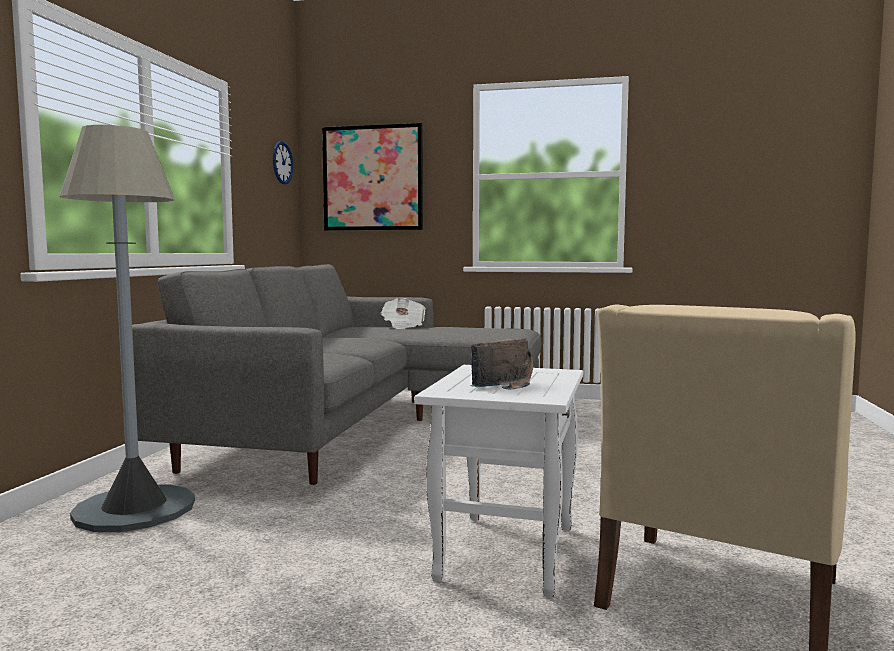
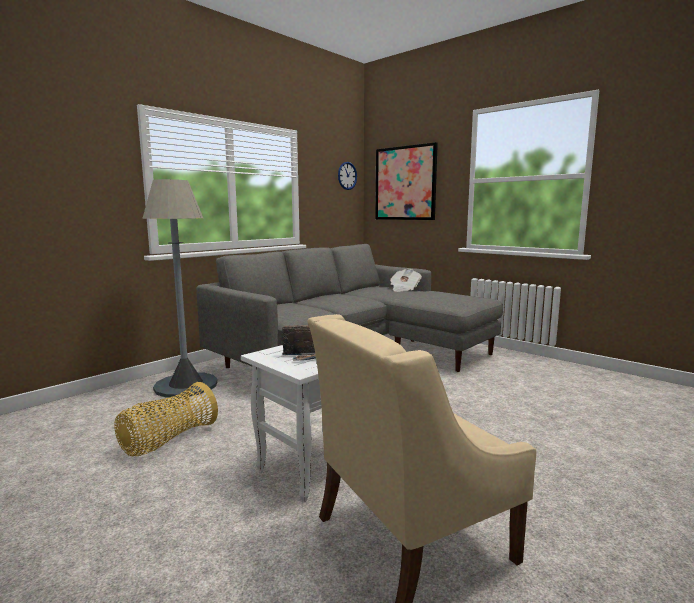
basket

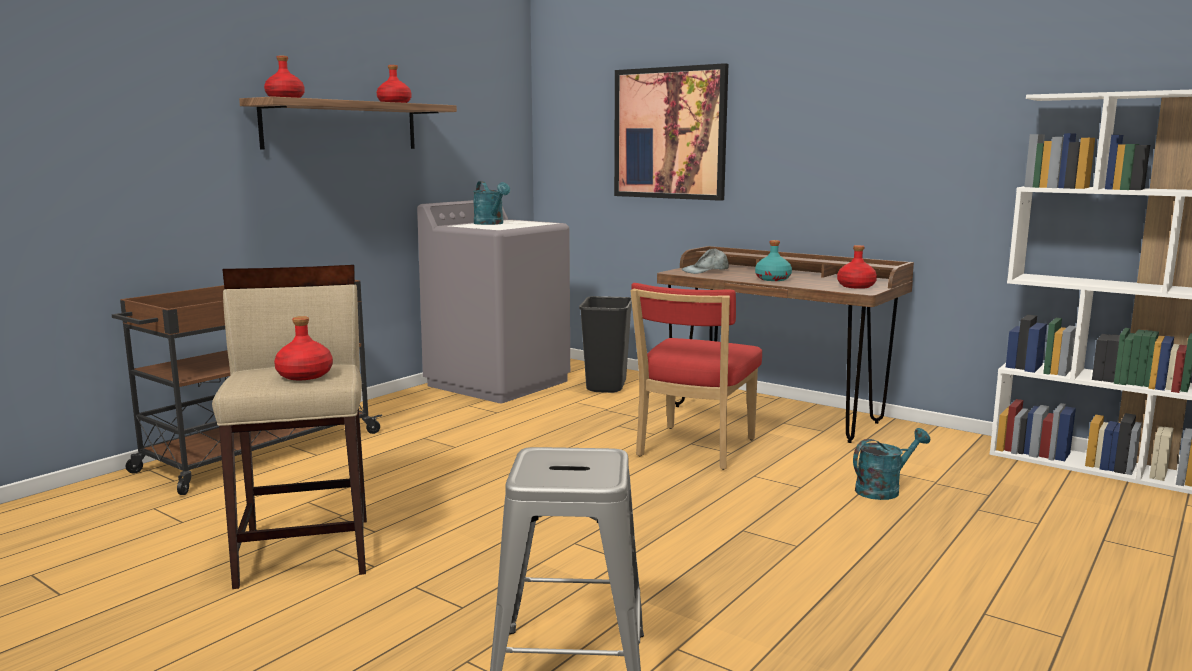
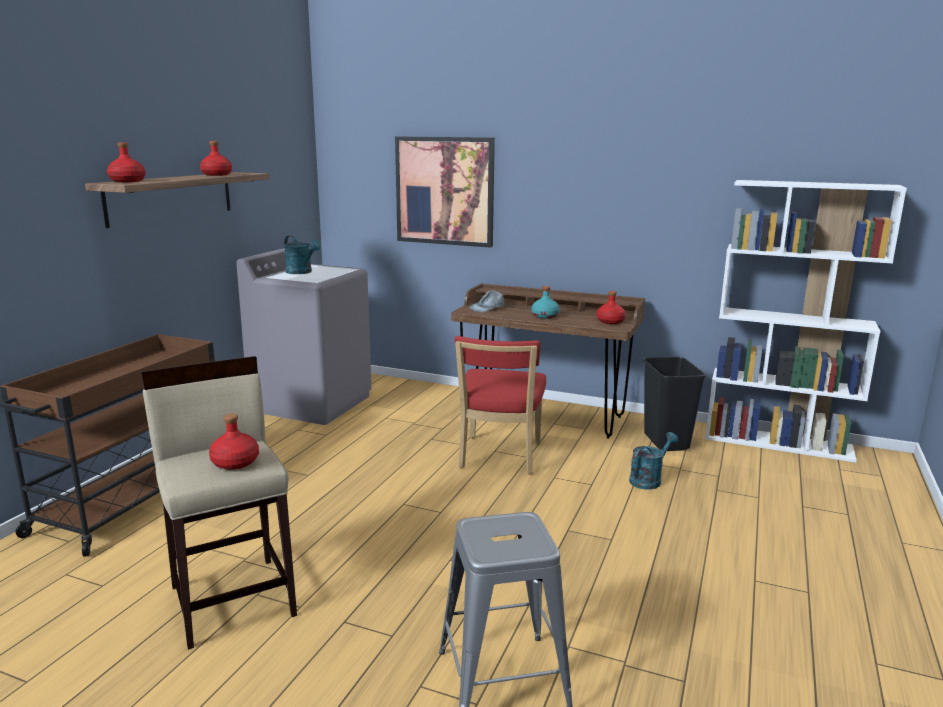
rubbish bin (black)

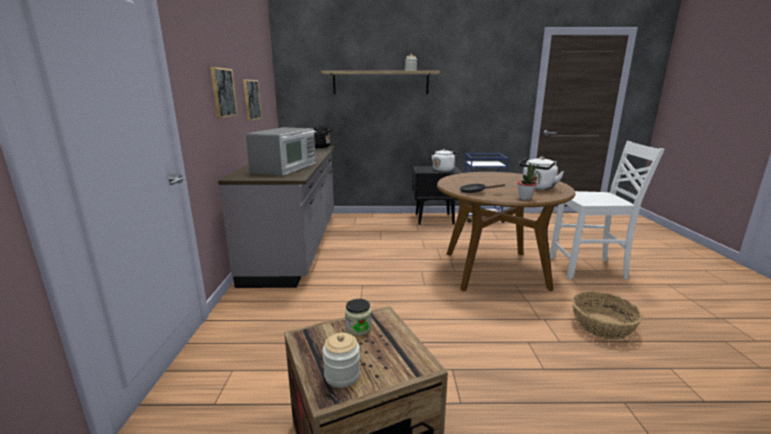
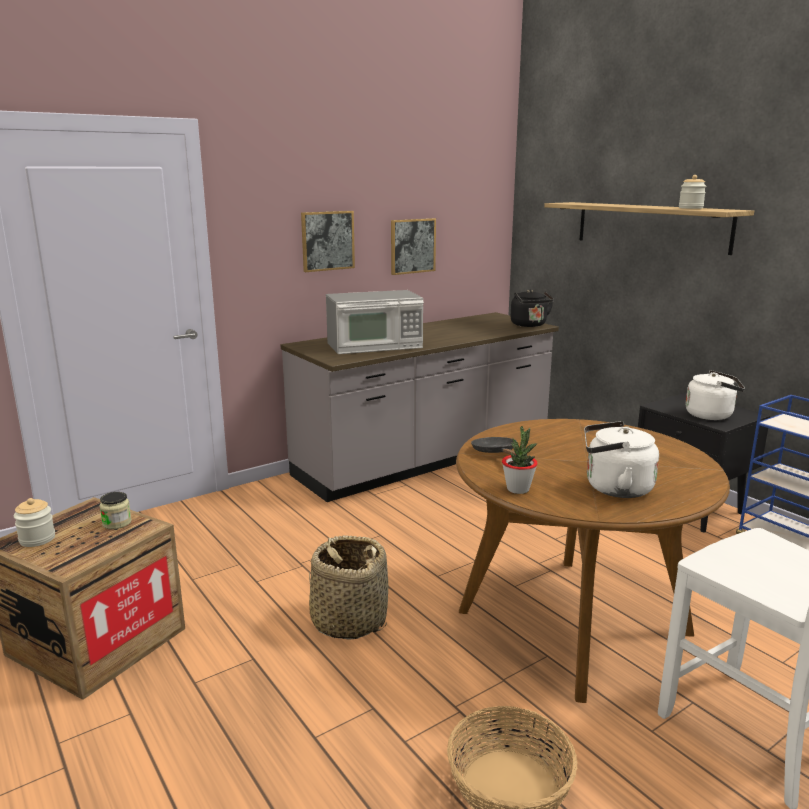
basket (1st from left)

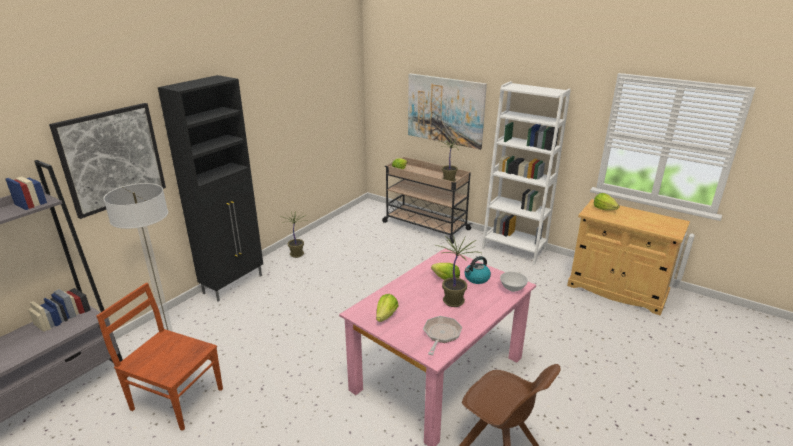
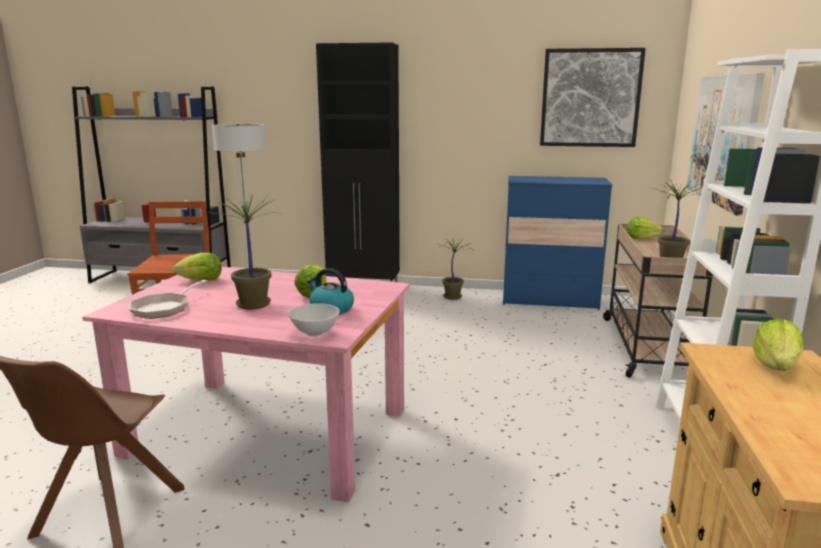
wall picture (1st from left)
pan
chest of drawers (blue-coloured)

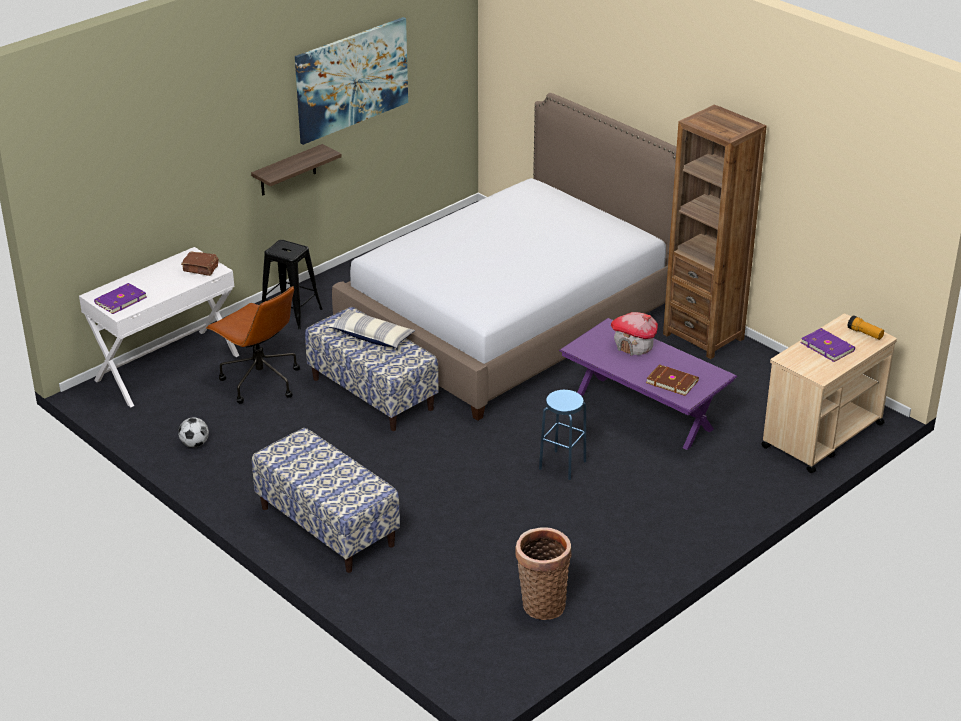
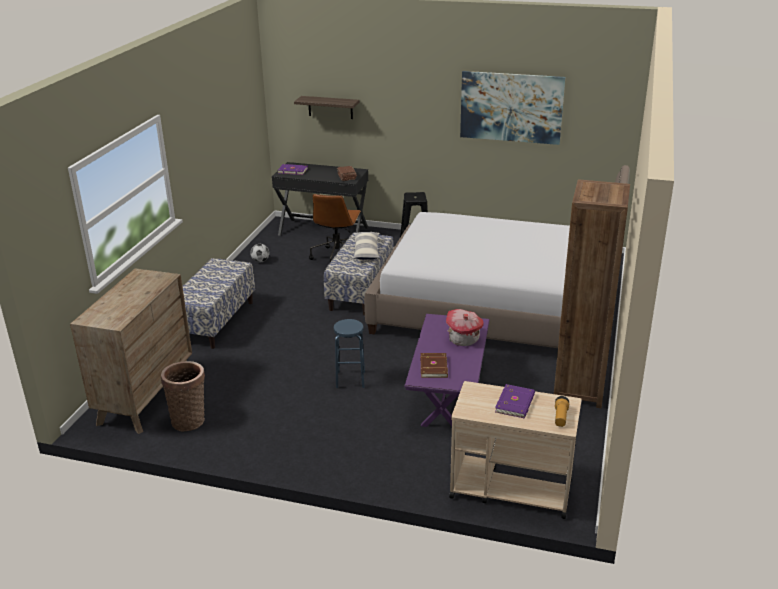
wall shelf
desk (black)
chest of drawers (brown)

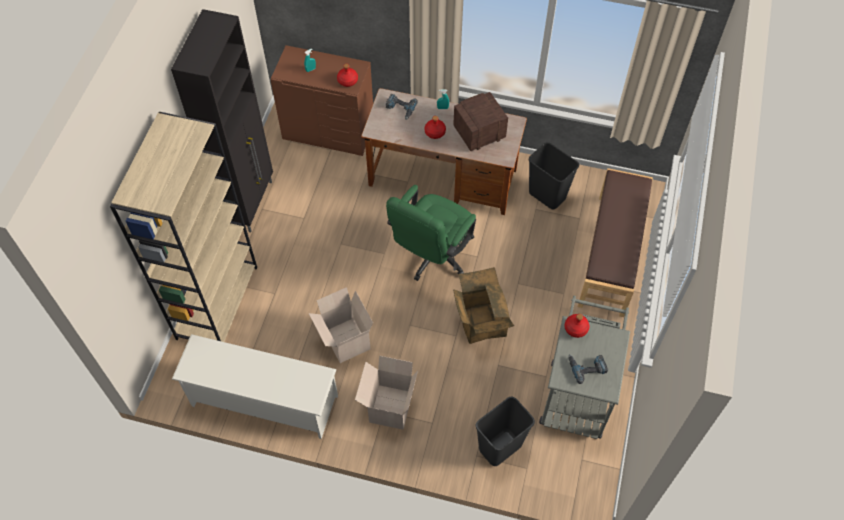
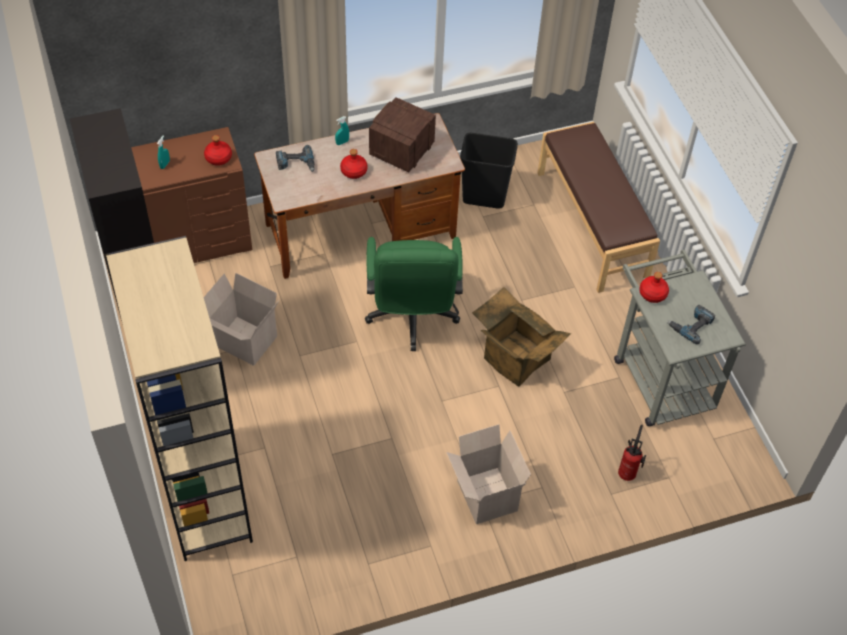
packing box (1st from left)
shoe shelf (white)
fire extinguisher

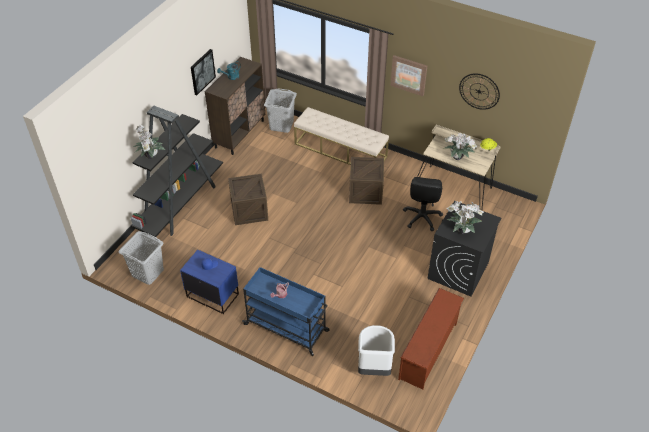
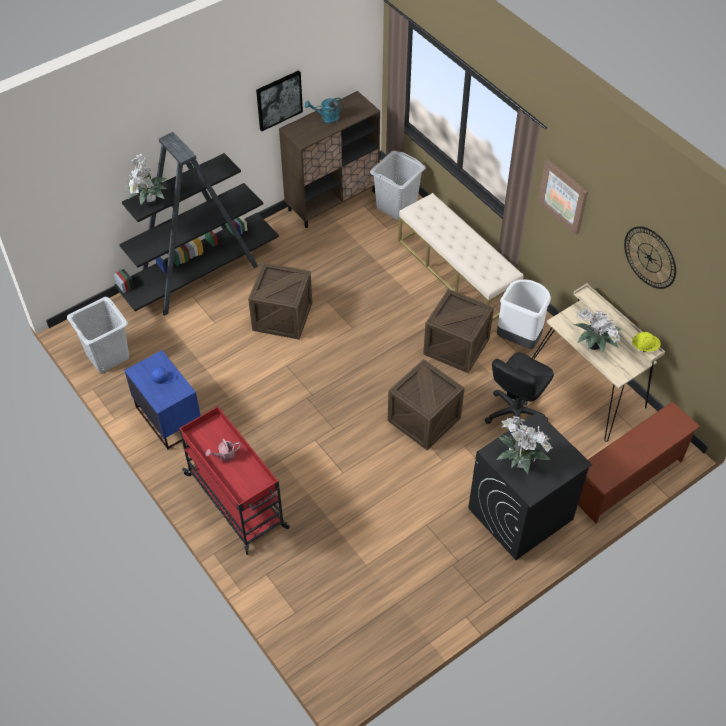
cart (red)
shoe shelf (brown)
rubbish bin (white)
packing crate (2nd from left)

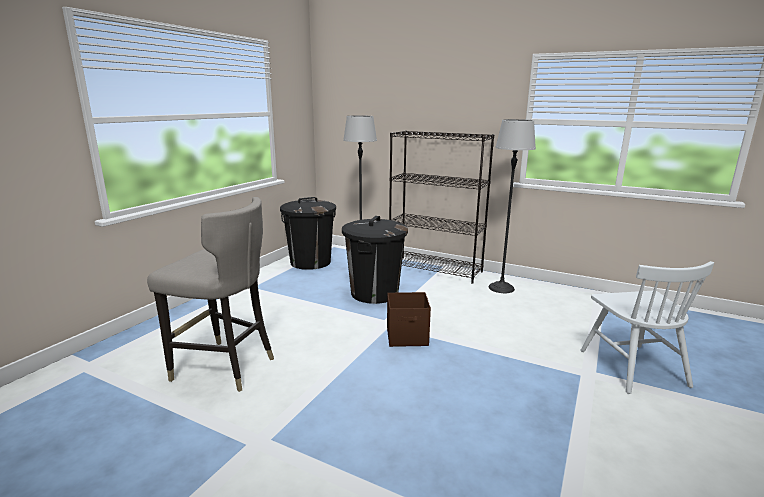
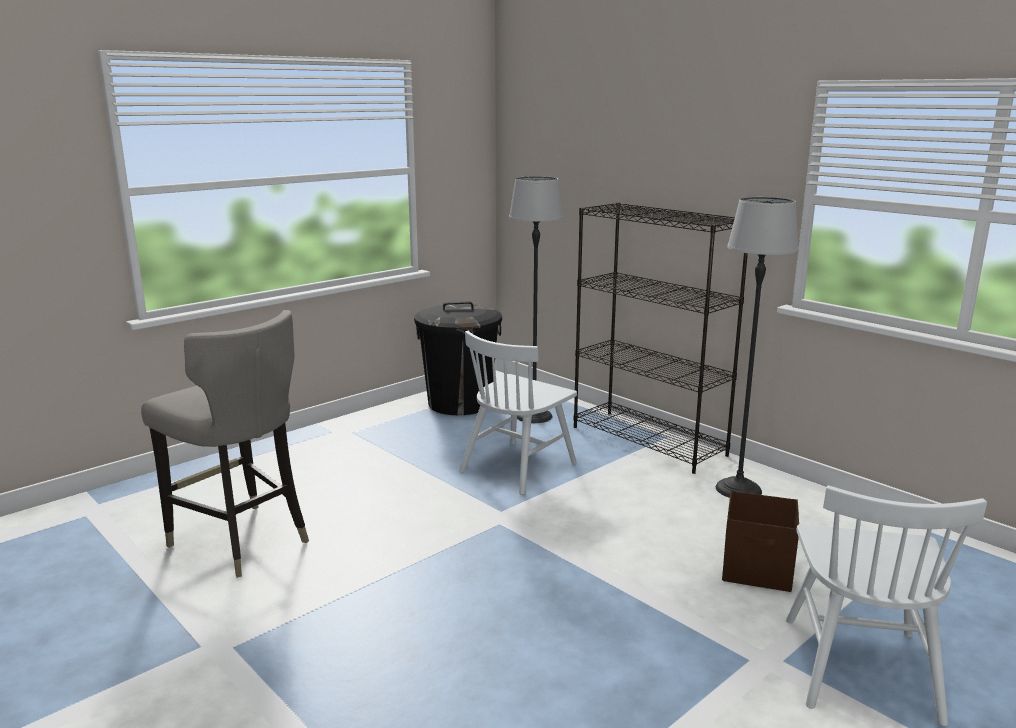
plain chair (white) (1st from left)
storage container (brown)

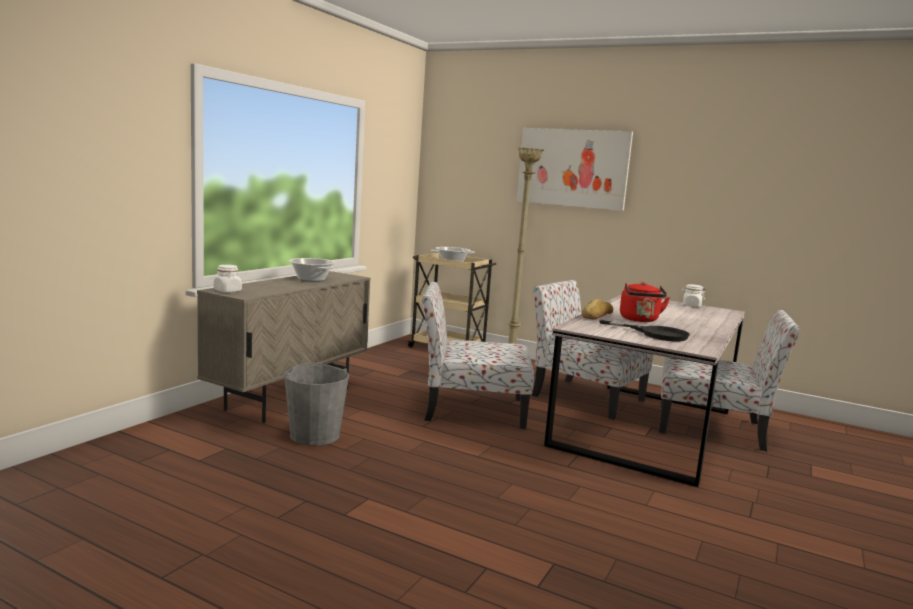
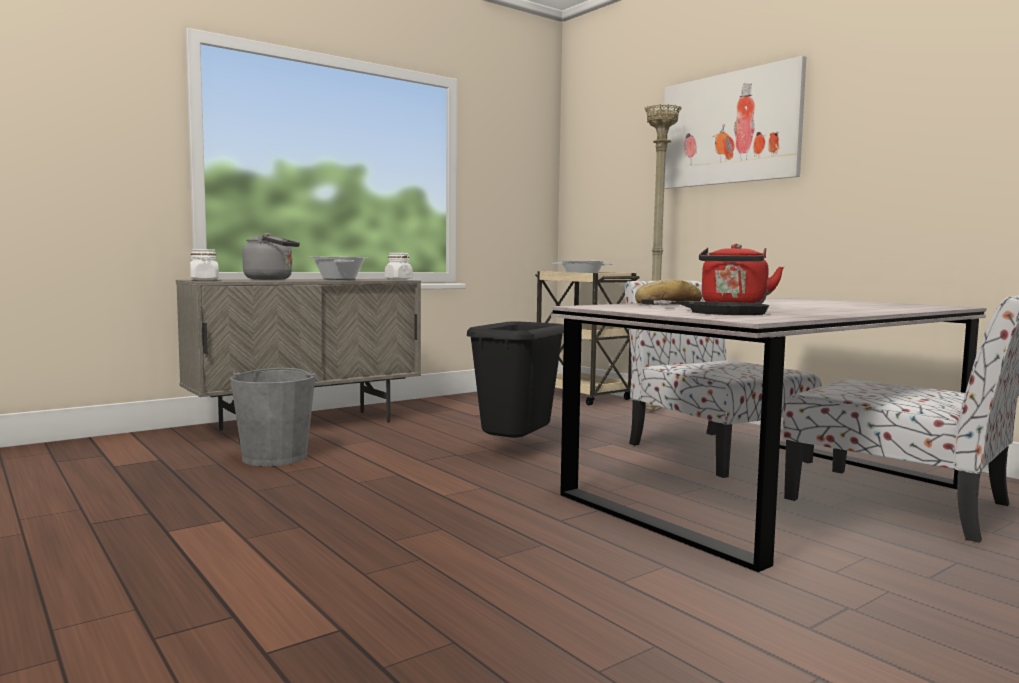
rubbish bin (black)
preserve jar (white) (2nd from left)
tea kettle (gray)

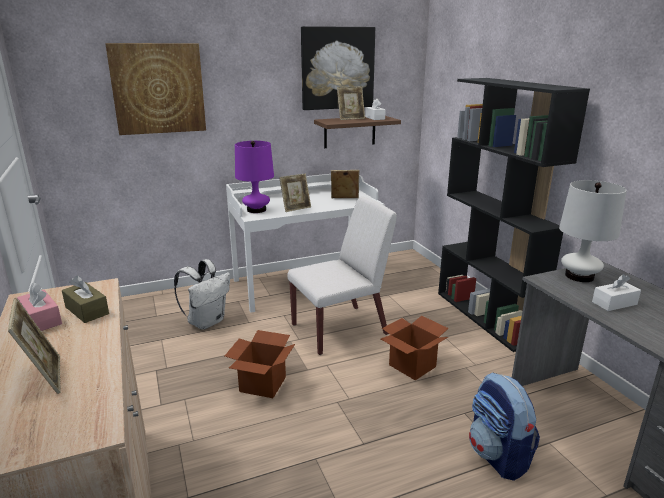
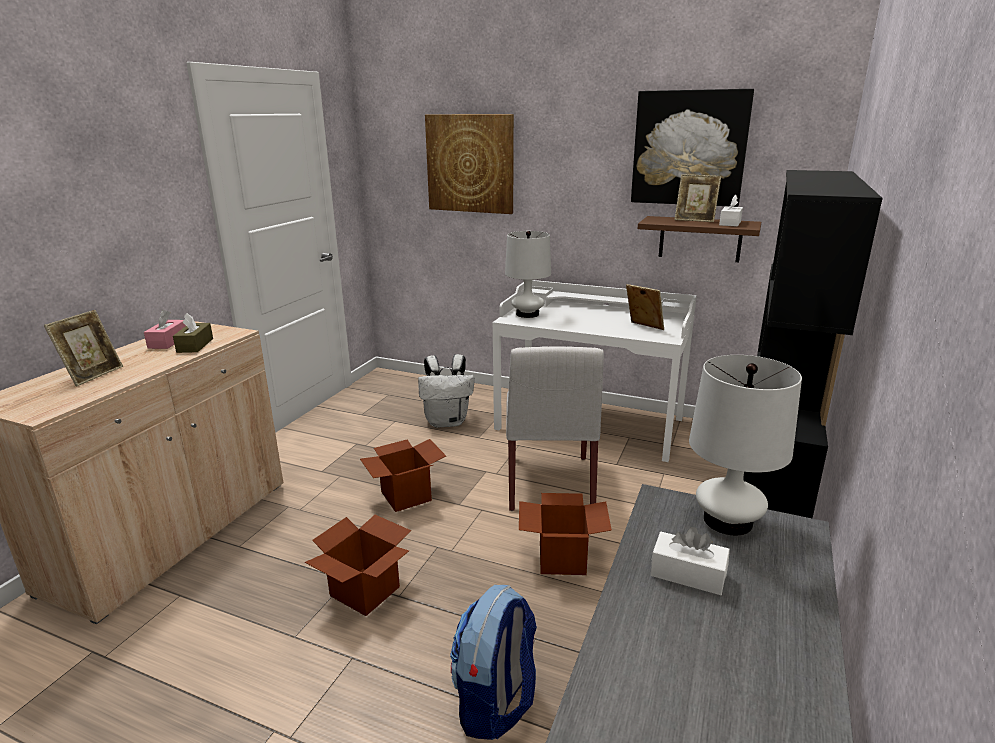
table lamp (white) (1st from left)
photo frame (2nd from left in the first image)
plain chair (white)
packing box (1st from left)

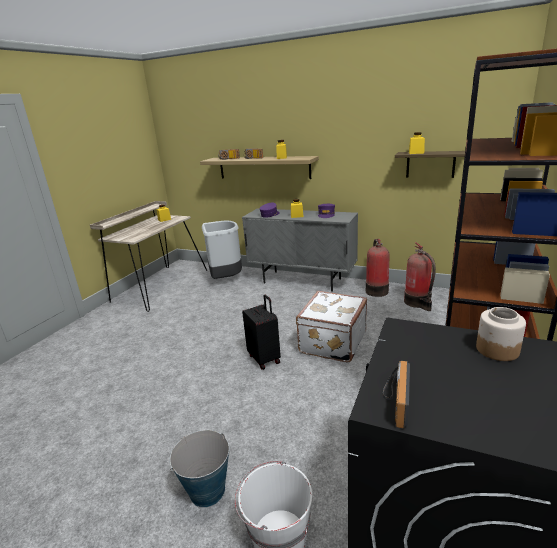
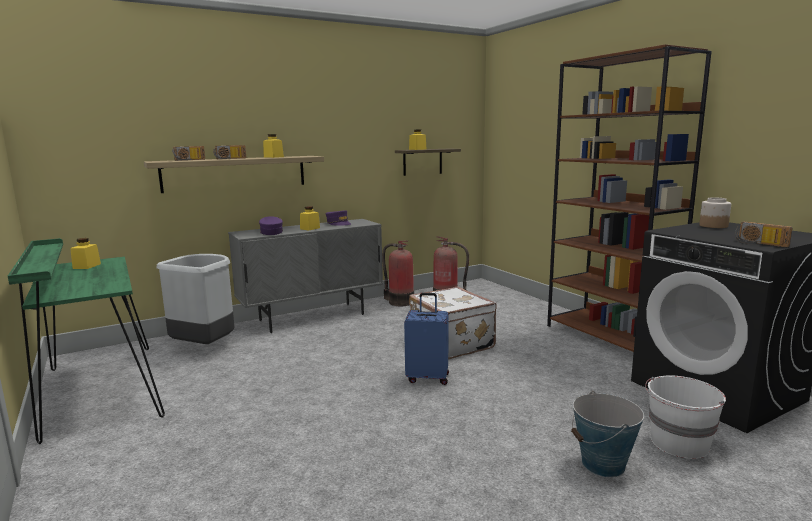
desk (green)
travel case (blue-coloured)

